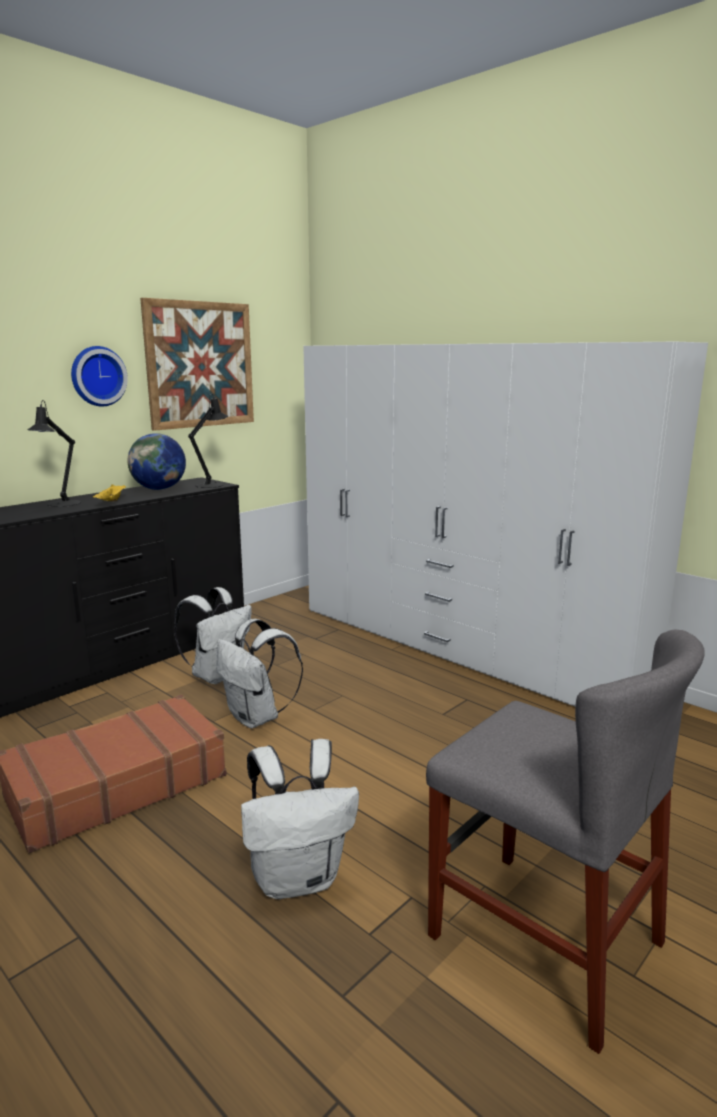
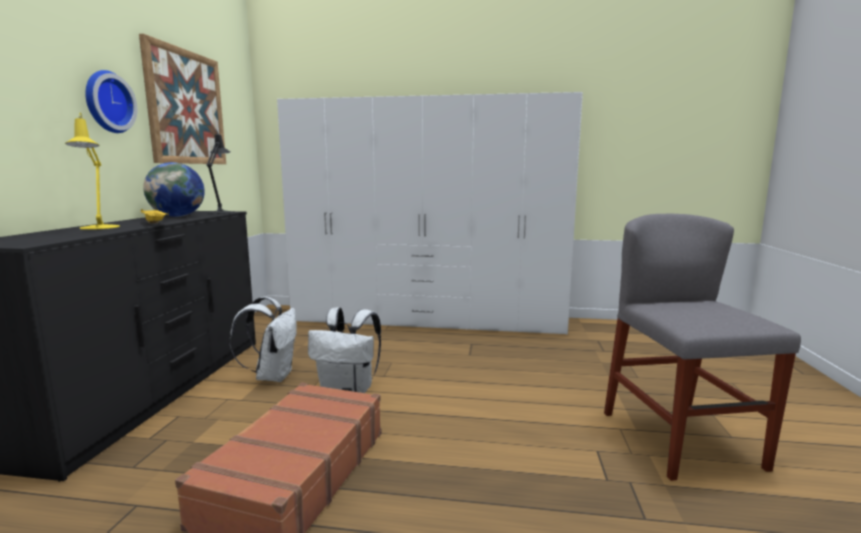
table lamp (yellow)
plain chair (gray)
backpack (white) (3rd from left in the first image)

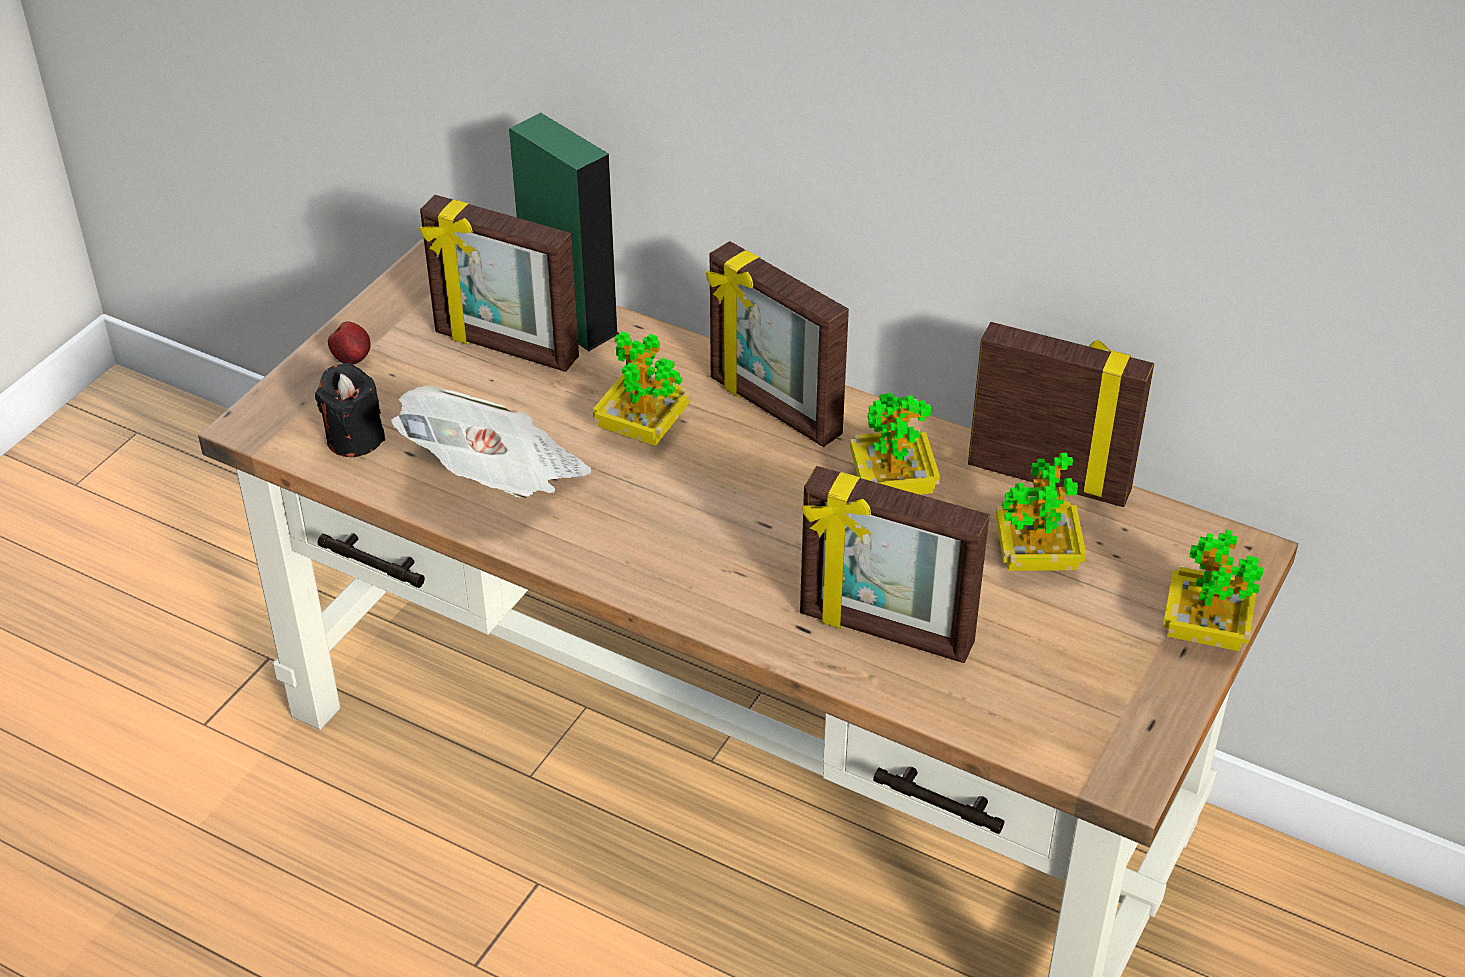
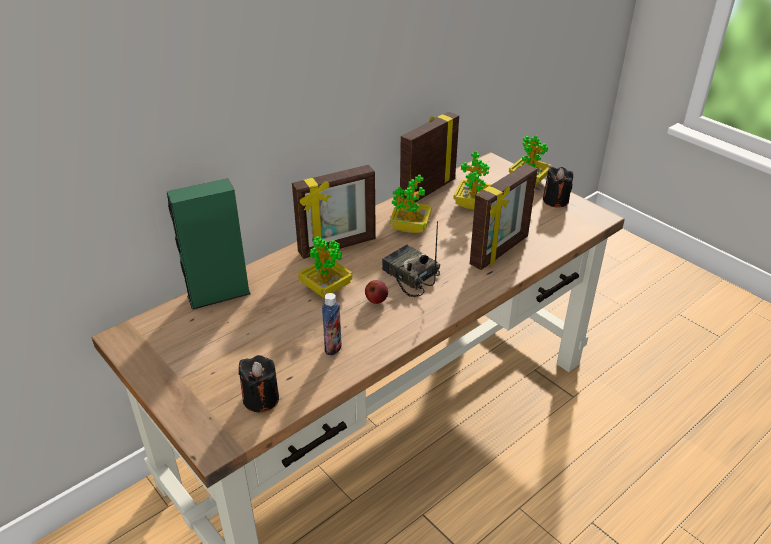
photo frame (1st from left in the first image)
apple
bottle
wax light (black) (2nd from left)
radio receiver

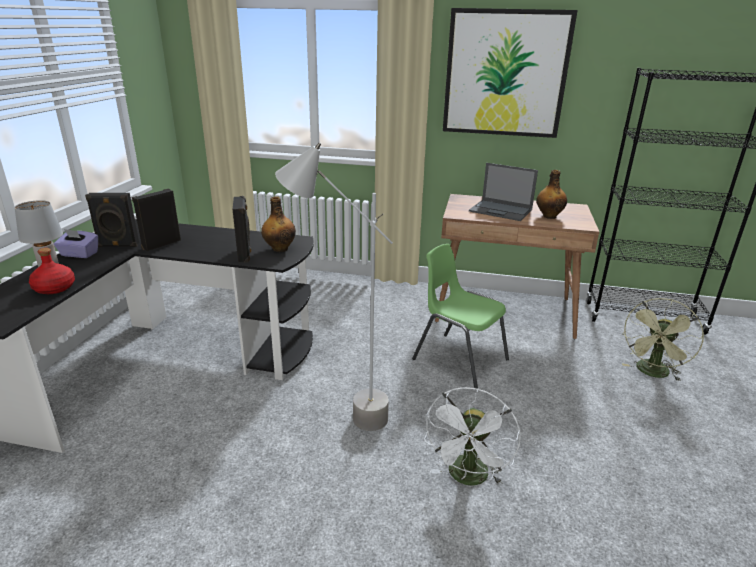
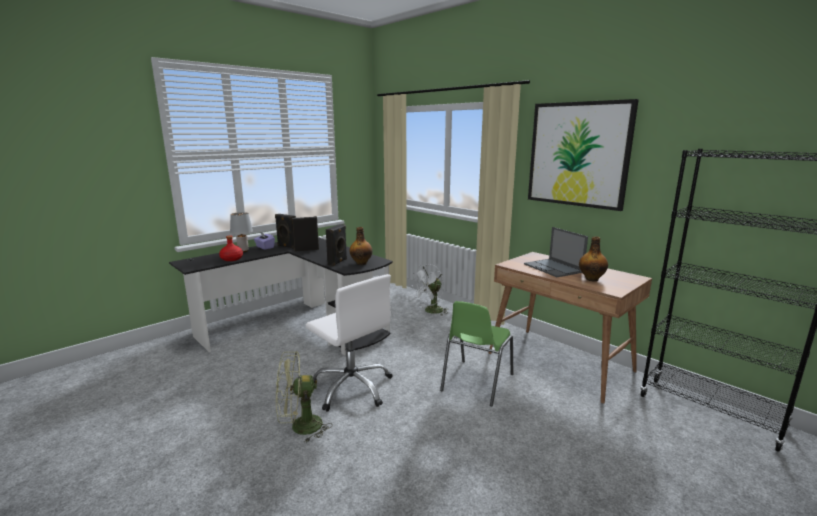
computer chair (white)
plain chair (green)
electric fan (green)
electric fan (white)

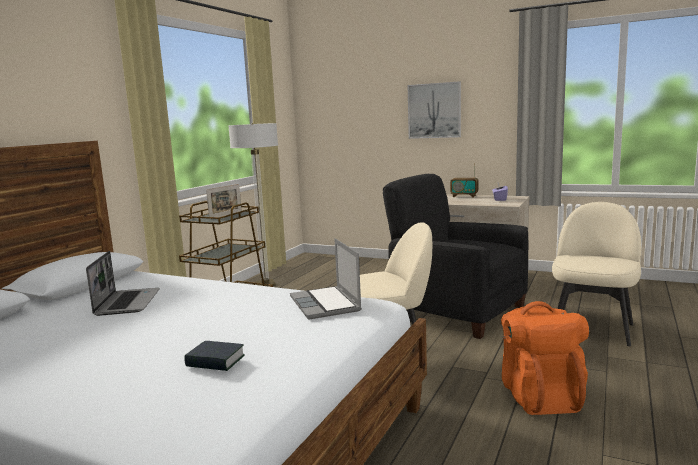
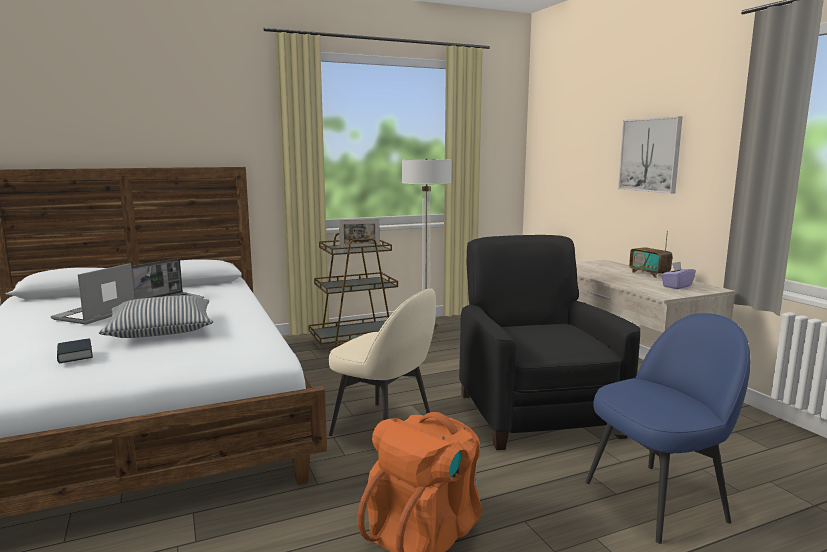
plain chair (blue-coloured)
portable computer (1st from left)
pillow

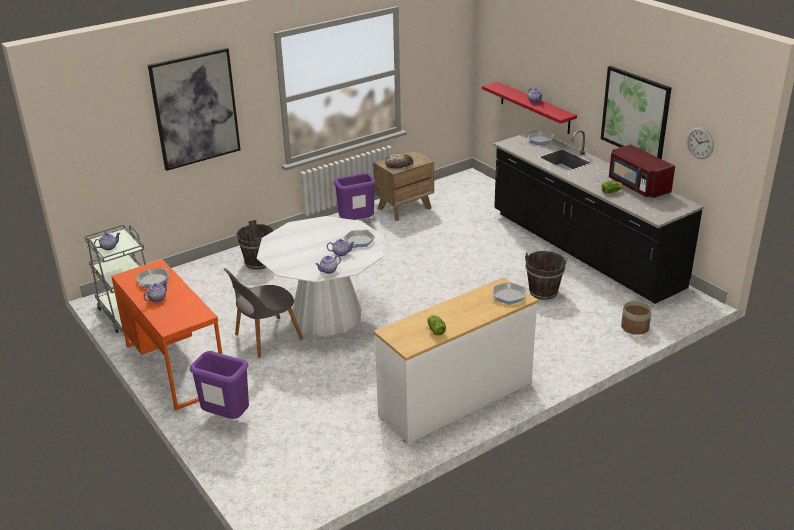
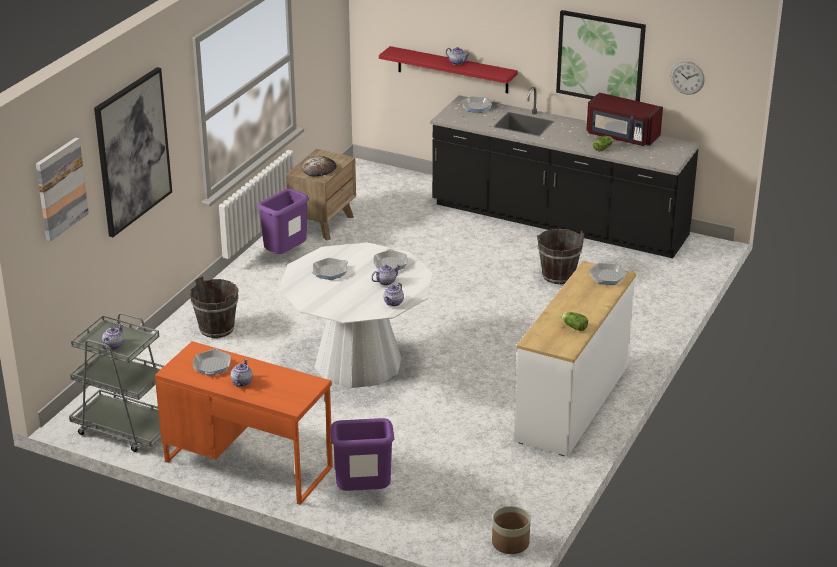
plain chair (gray)
planter
wall picture (1st from left)
pan (2nd from left)

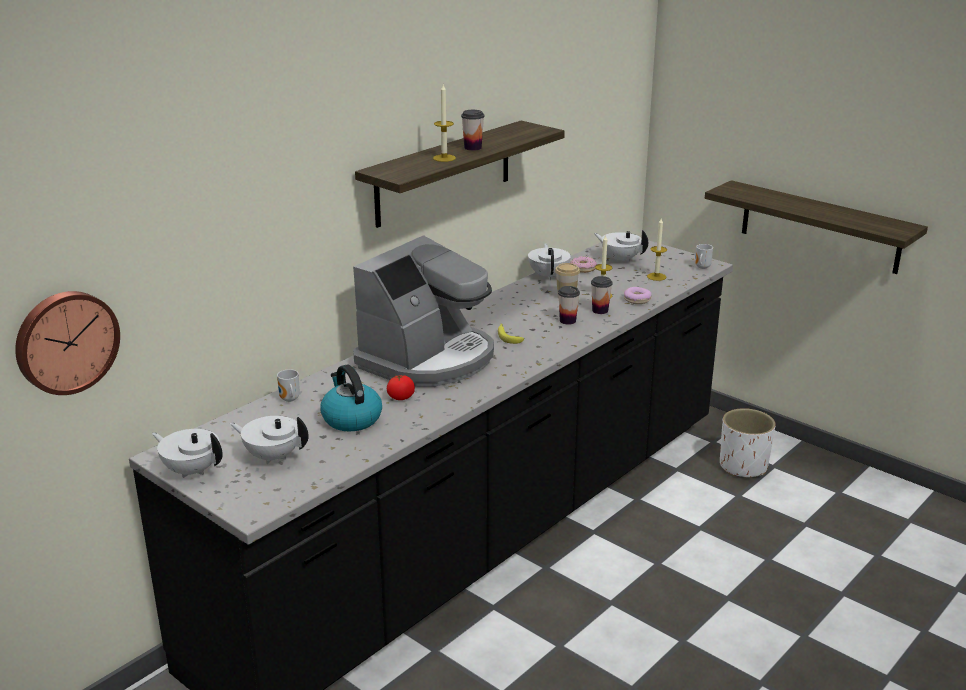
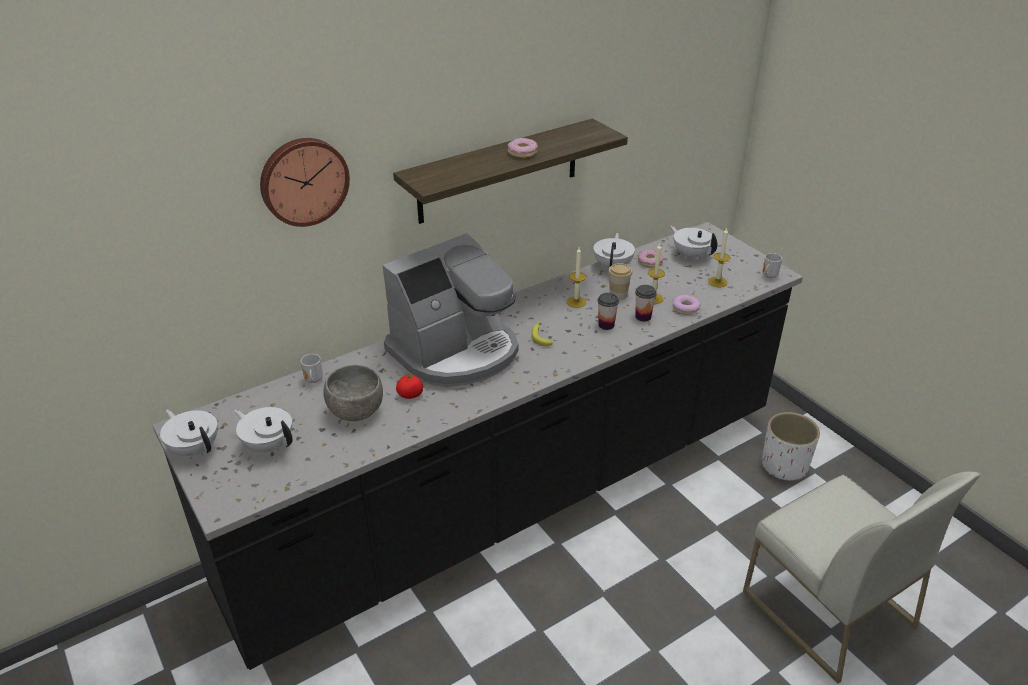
wax light (1st from left)
ring doughnut (1st from left)
wall shelf (2nd from left in the first image)
clock on the wall
deep dish (gray)
plain chair (white)

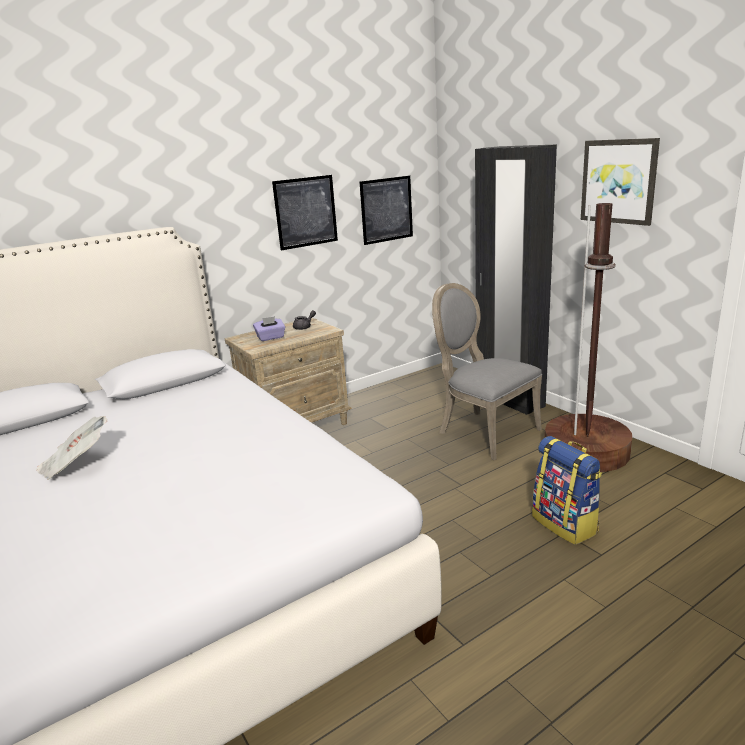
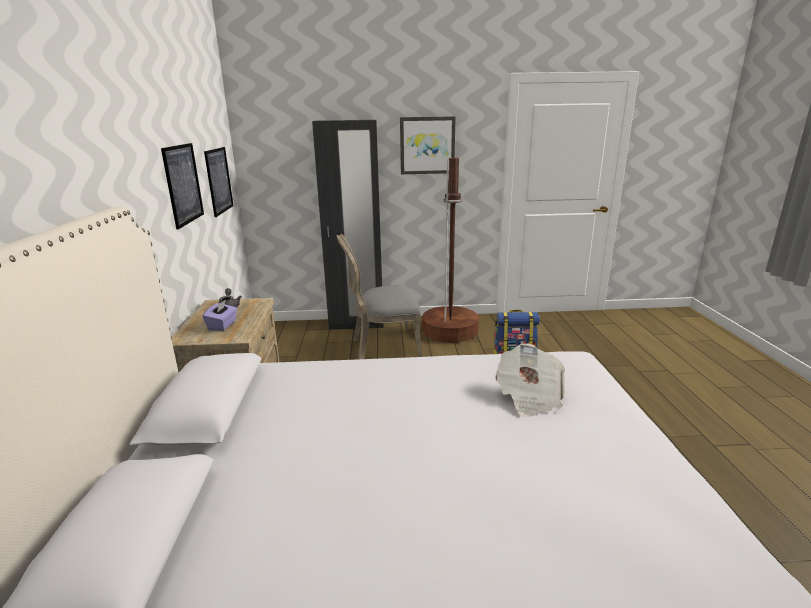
newspaper

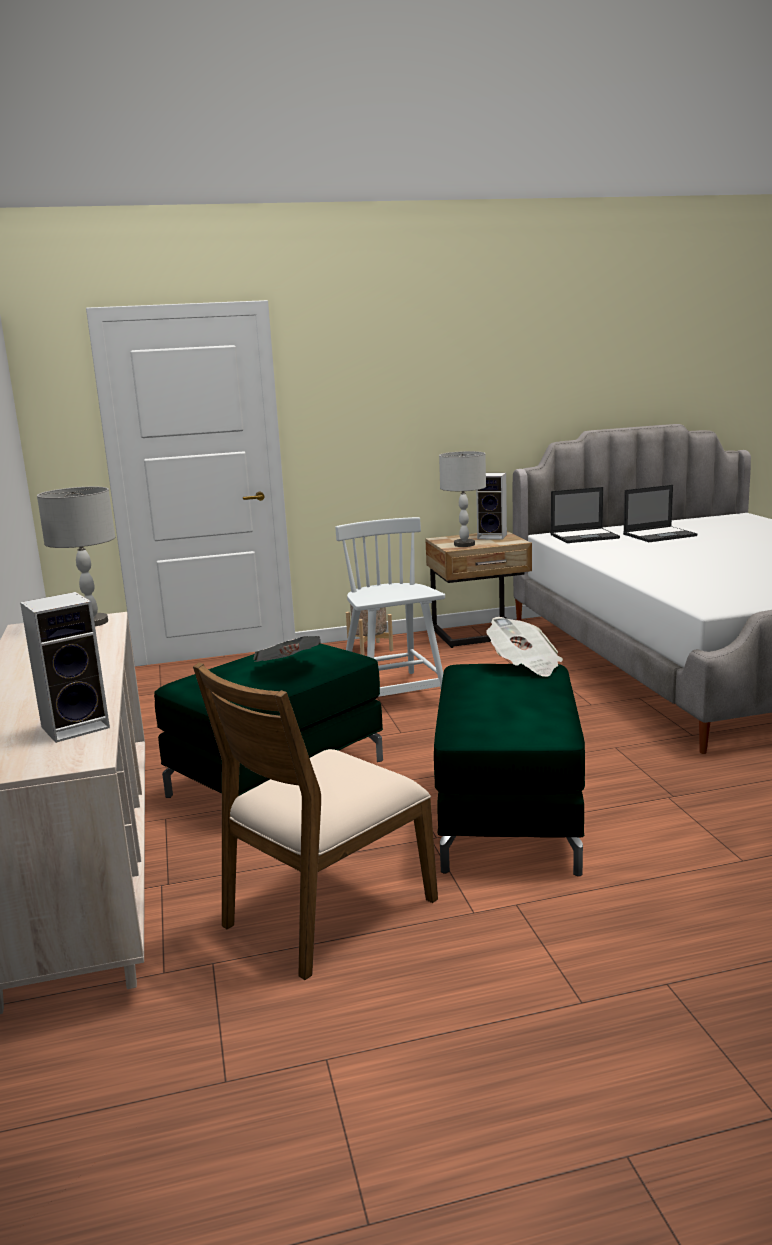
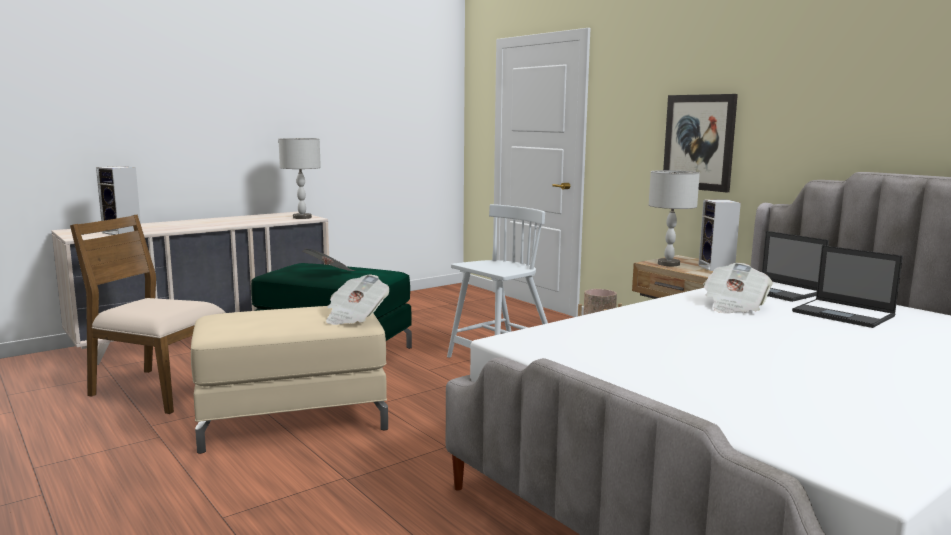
footrest (beige-coloured)
wall picture
newspaper (3rd from left)

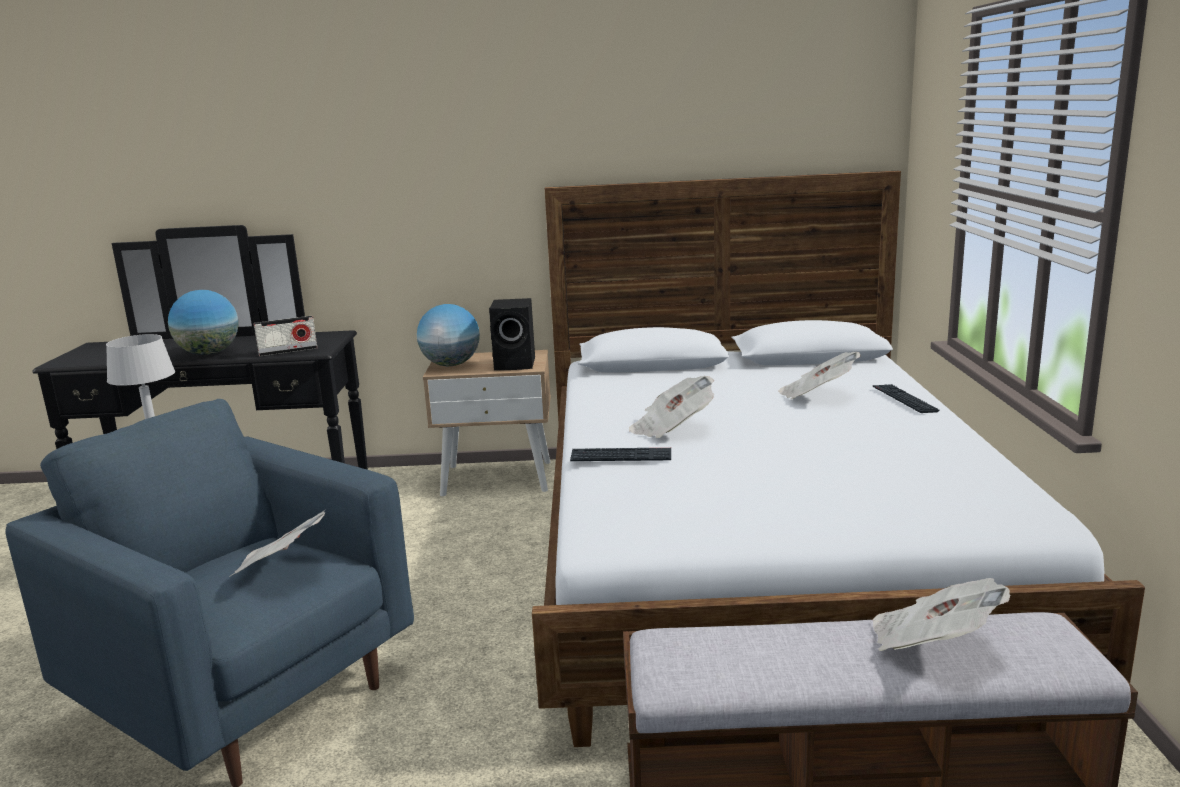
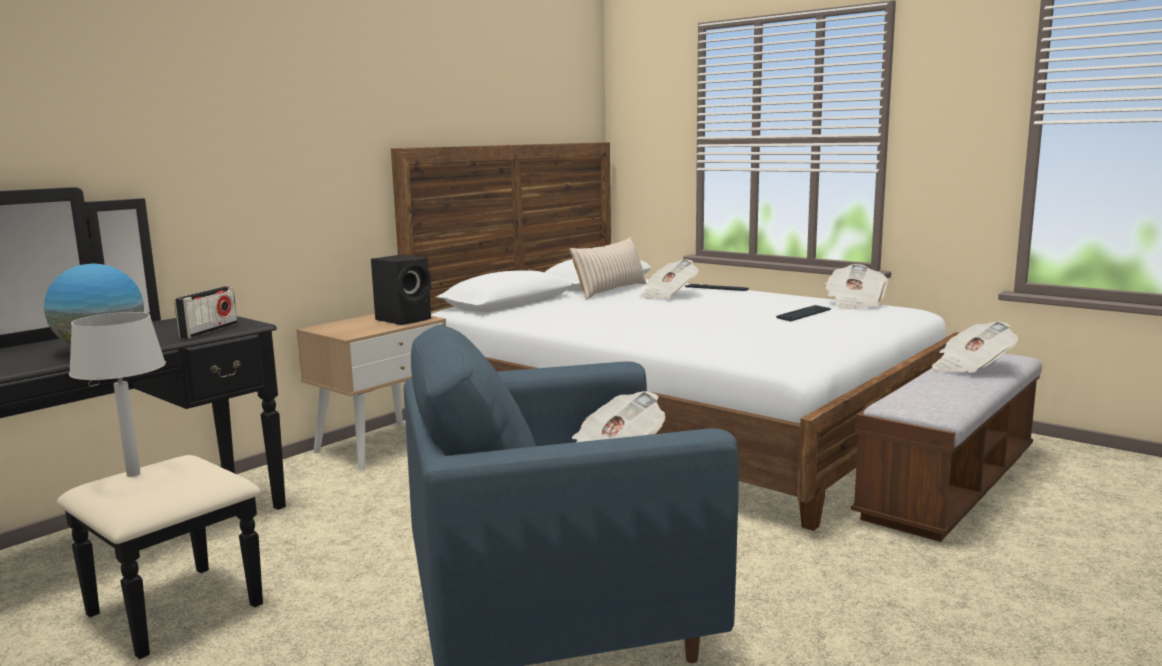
desk globe (2nd from left in the first image)
newspaper (3rd from left)
PC keyboard (2nd from left)
pillow (beige-coloured)

